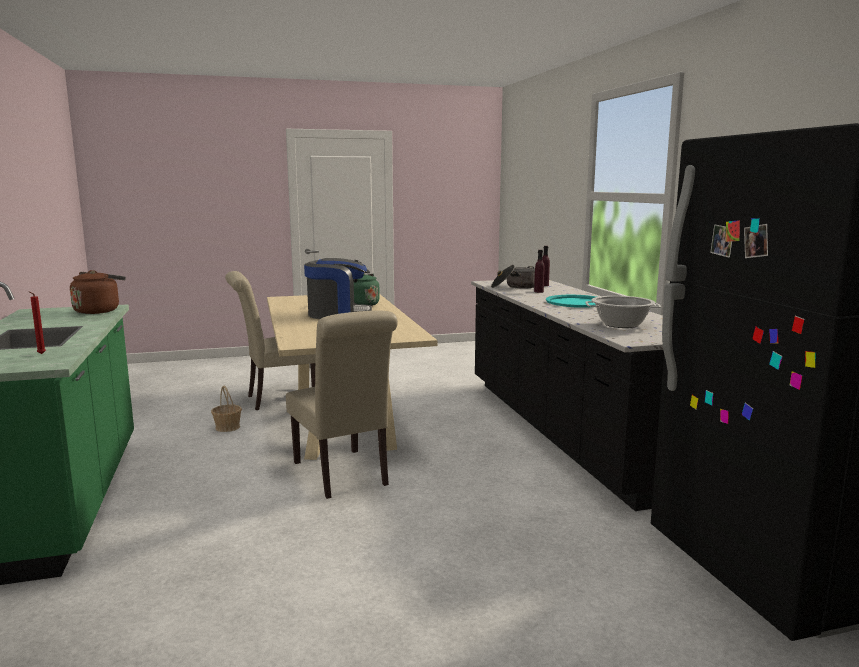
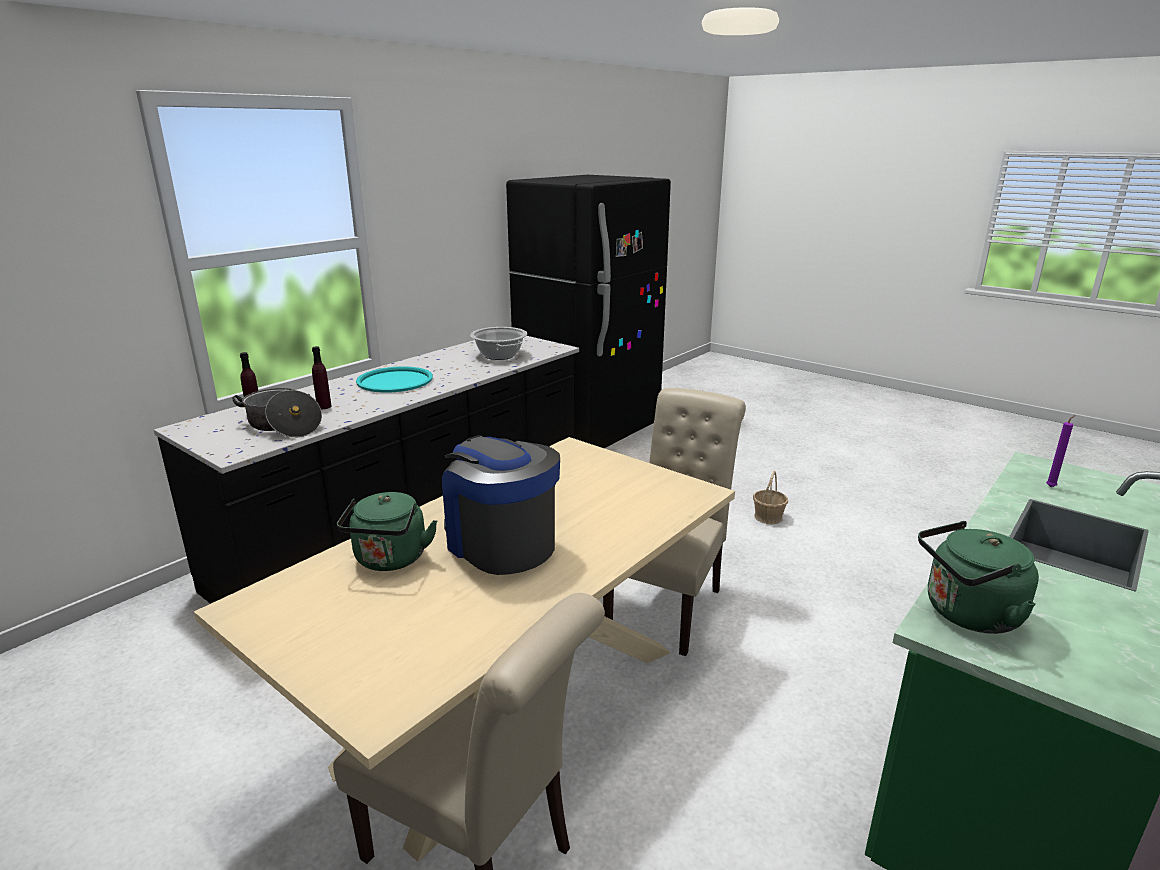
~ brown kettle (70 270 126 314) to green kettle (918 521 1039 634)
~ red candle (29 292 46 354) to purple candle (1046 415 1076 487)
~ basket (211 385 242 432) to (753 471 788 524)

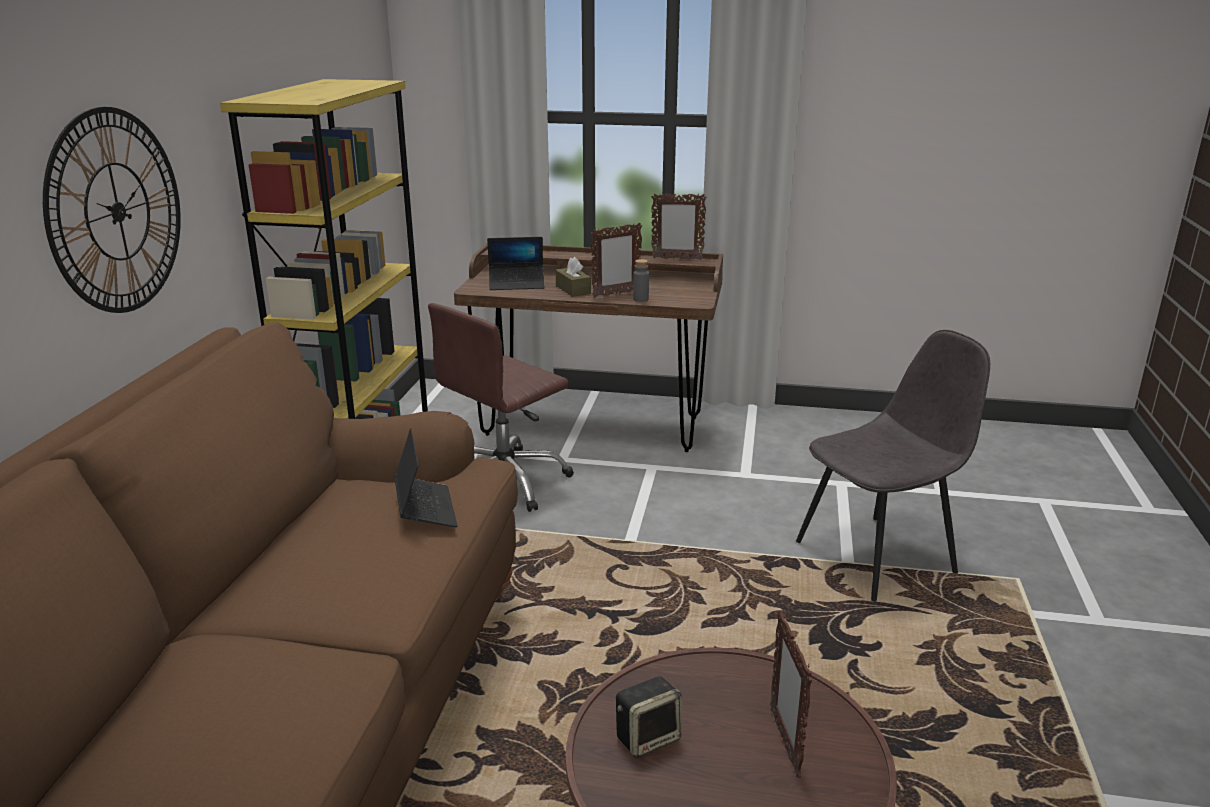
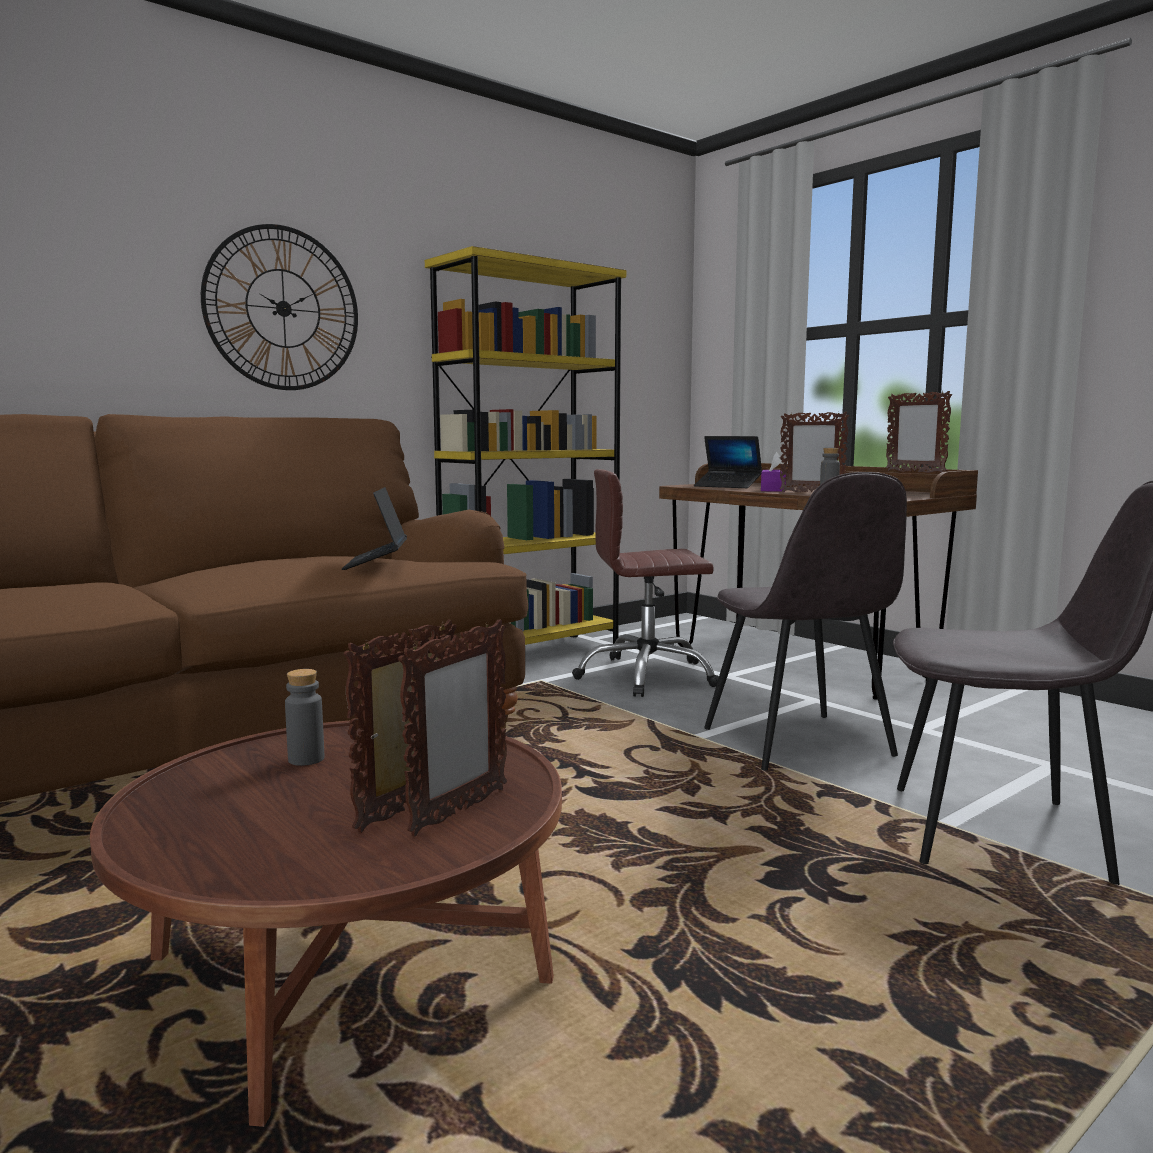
~ brown tissue box (556 257 591 297) to purple tissue box (761 452 786 492)
~ laptop (394 428 458 527) = (342 487 407 570) 150 degrees clockwise
~ speaker (616 676 682 758) to grey bottle (285 669 324 766)
+ grey chair (704 472 907 771)
+ picture frame (398 620 507 836)

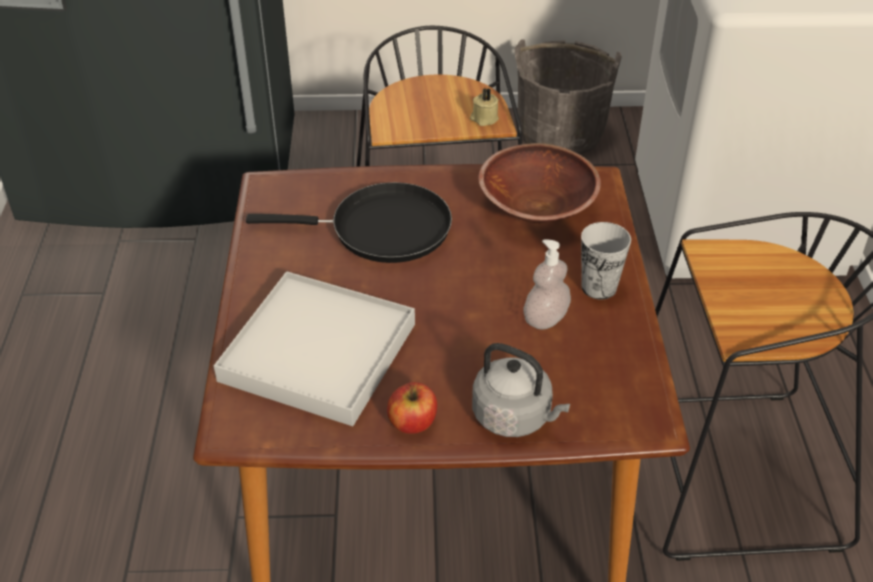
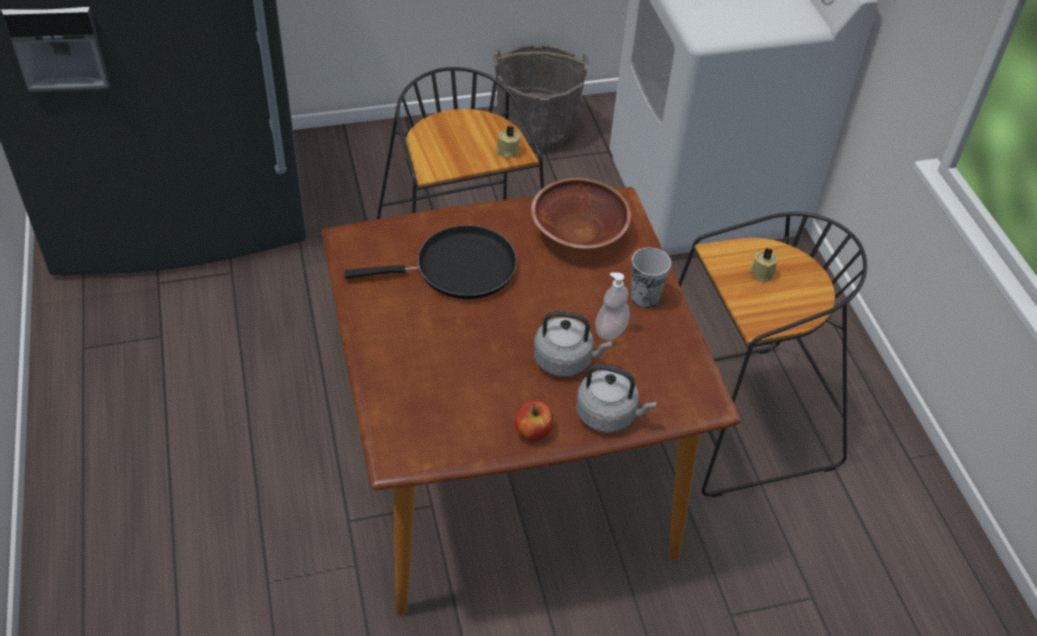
- white tray (214 271 415 426)
+ beige candle (750 248 777 282)
+ grey kettle (534 311 612 377)

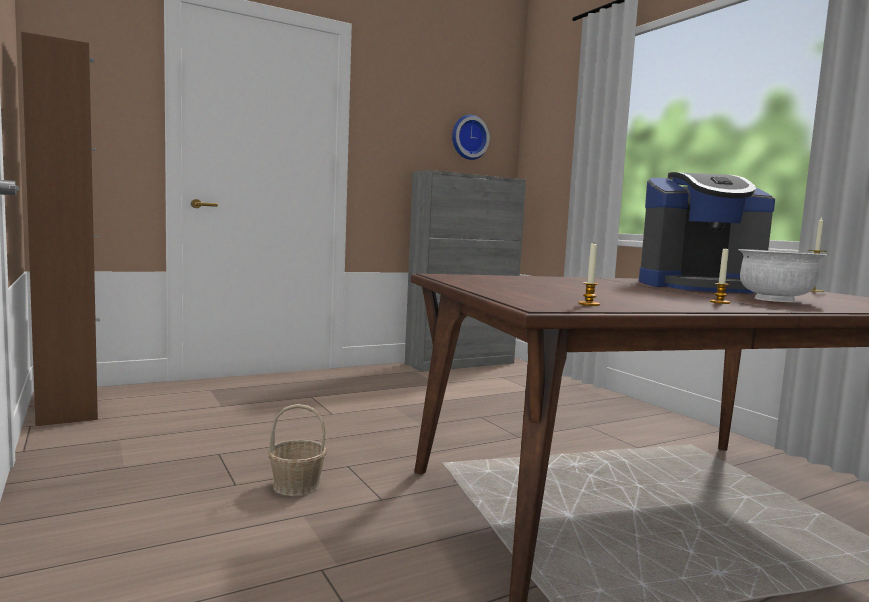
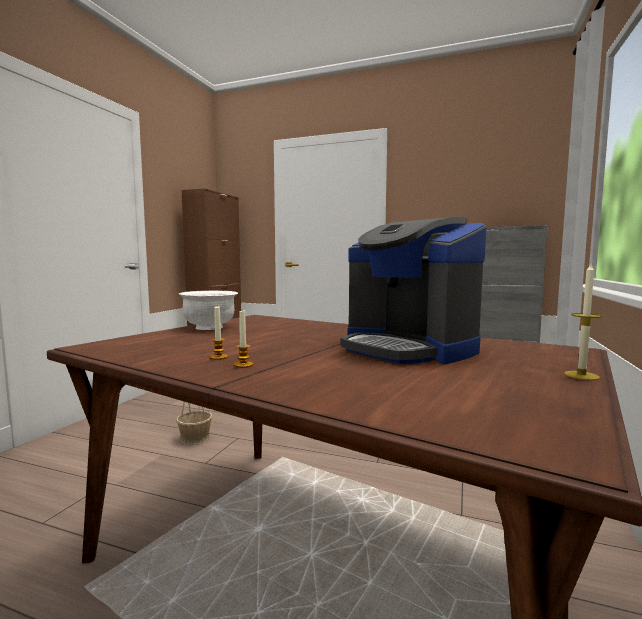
- wall clock (452 115 490 160)
~ candle (578 243 600 306) to (210 306 228 360)
~ white bowl (738 249 826 302) to (179 291 238 330)

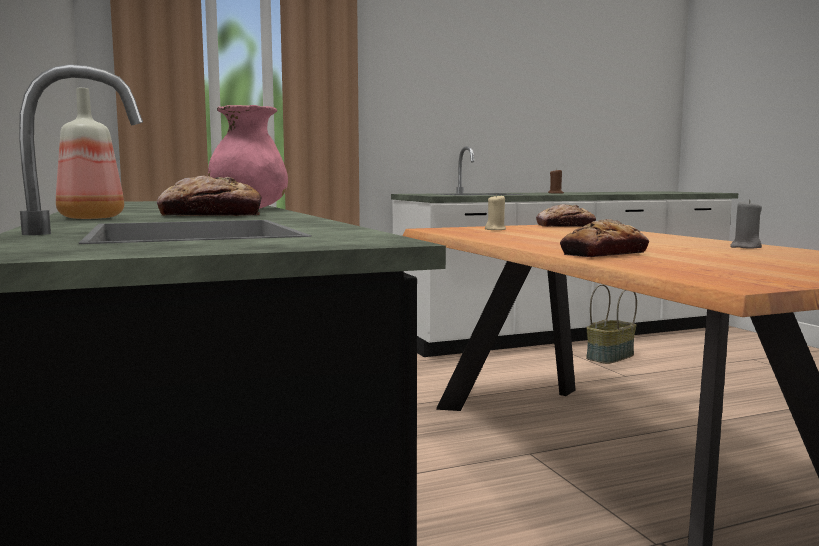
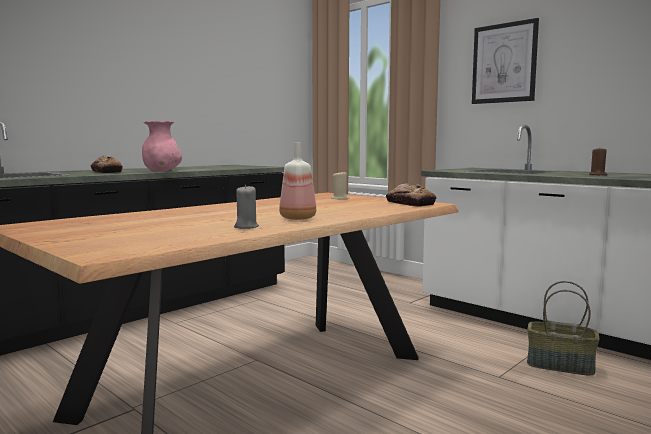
~ bottle (56 88 124 219) to (279 142 316 220)
- bread (560 219 649 257)
+ picture (472 18 539 104)

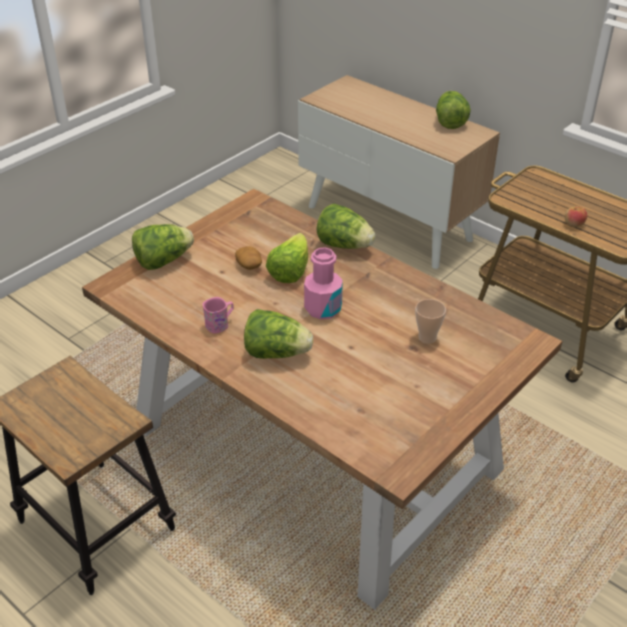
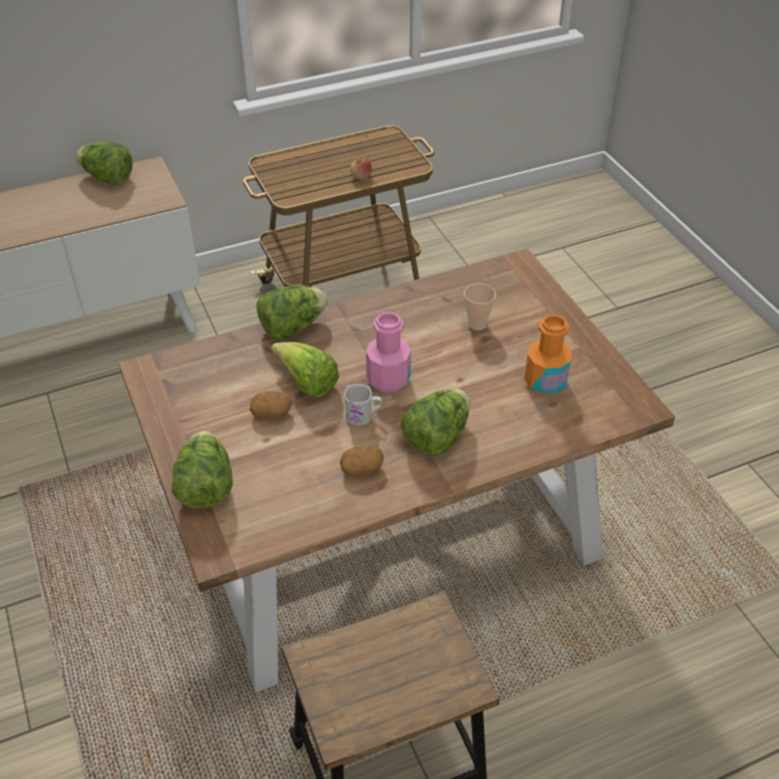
~ pink mug (202 297 234 334) to potato (340 446 384 477)
+ orange bottle (524 315 572 395)
+ white mug (345 384 382 425)

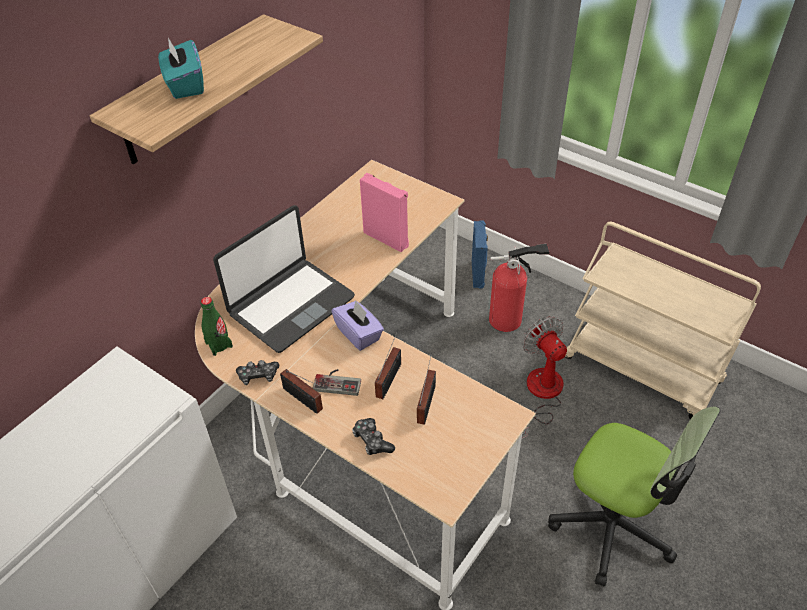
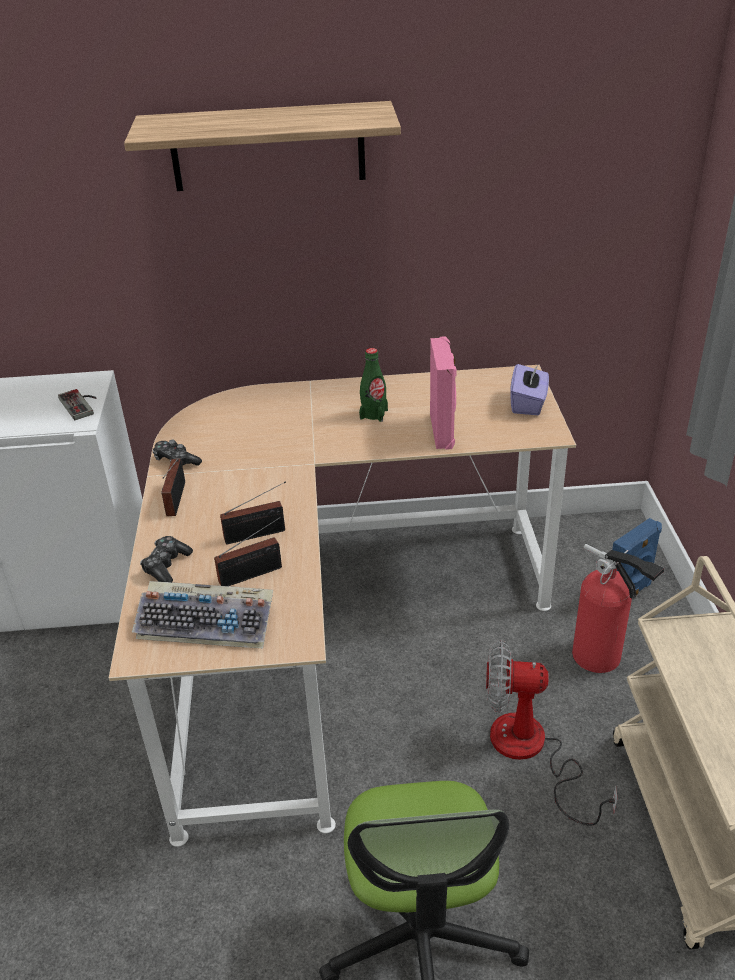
- turquoise tissue box (158 38 204 99)
- laptop (213 205 355 353)
~ green bottle (201 297 233 356) to (359 348 388 422)
~ purple tissue box (331 301 384 351) to (510 362 549 415)
~ fan (522 316 567 438) = (486 640 618 826) 105 degrees counterclockwise
~ game controller (313 369 361 396) to (58 389 97 420)
+ keyboard (132 581 273 648)

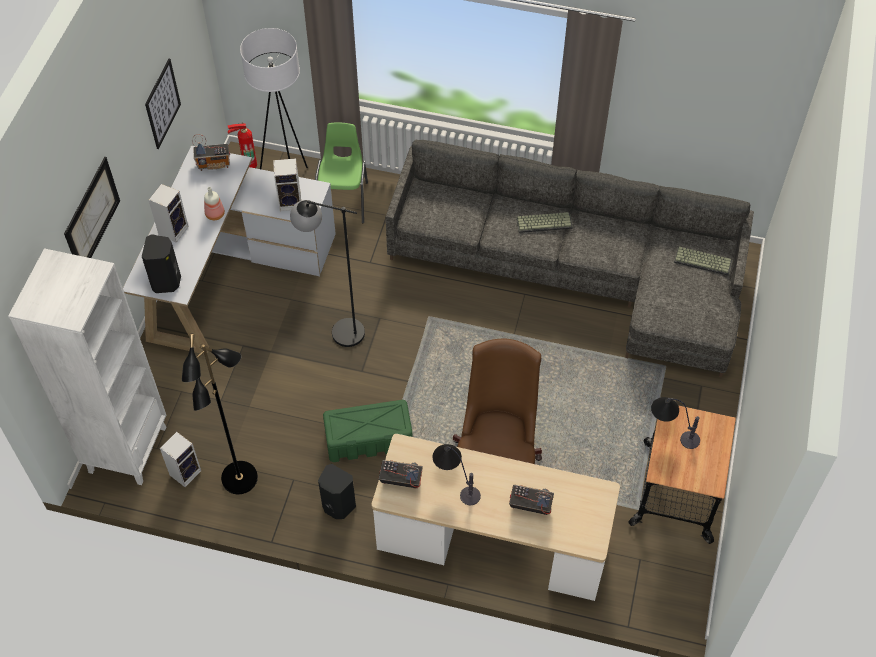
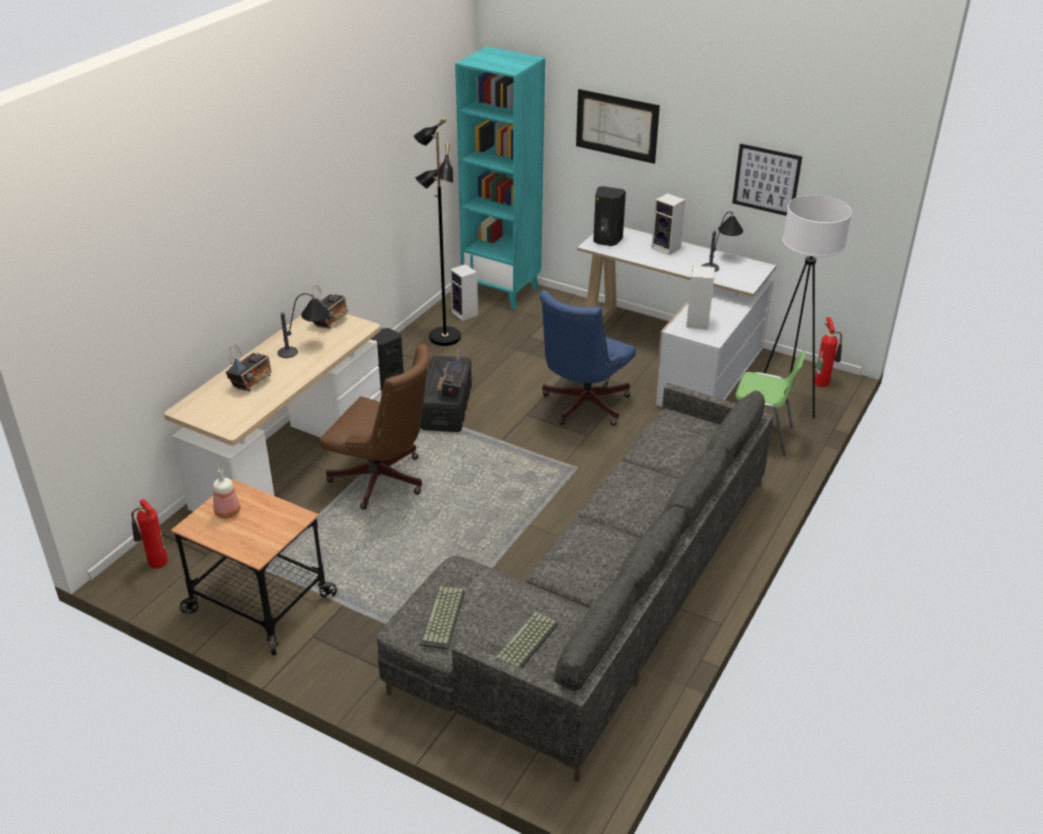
~ radio (192 134 230 171) to (437 348 467 399)
~ bottle (204 187 225 220) to (213 469 240 518)
~ black floor lamp (290 200 365 347) to blue office chair (539 290 636 426)
~ keyboard (516 212 573 233) to (420 586 465 649)
~ white bookcase (8 248 166 485) to turquoise bookcase (455 46 545 310)
~ table lamp (651 397 700 449) to (702 211 743 272)
~ green storage box (323 400 412 462) to black storage box (420 356 472 432)
+ fire extinguisher (132 499 168 568)

